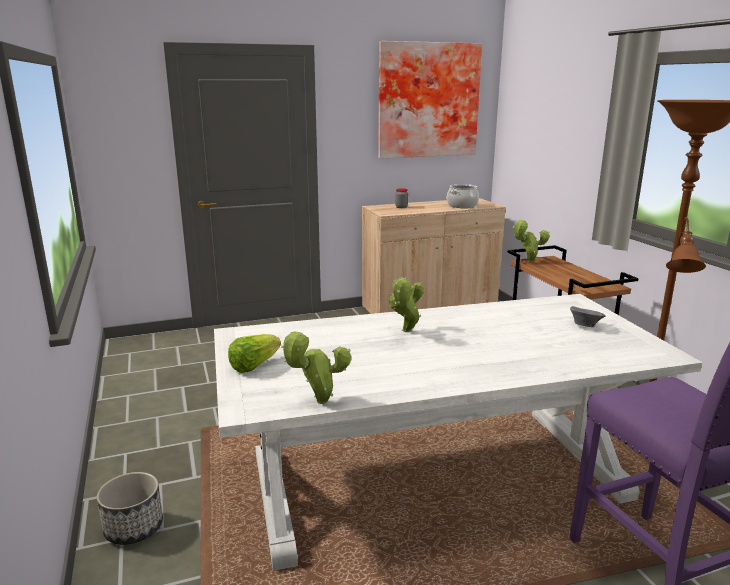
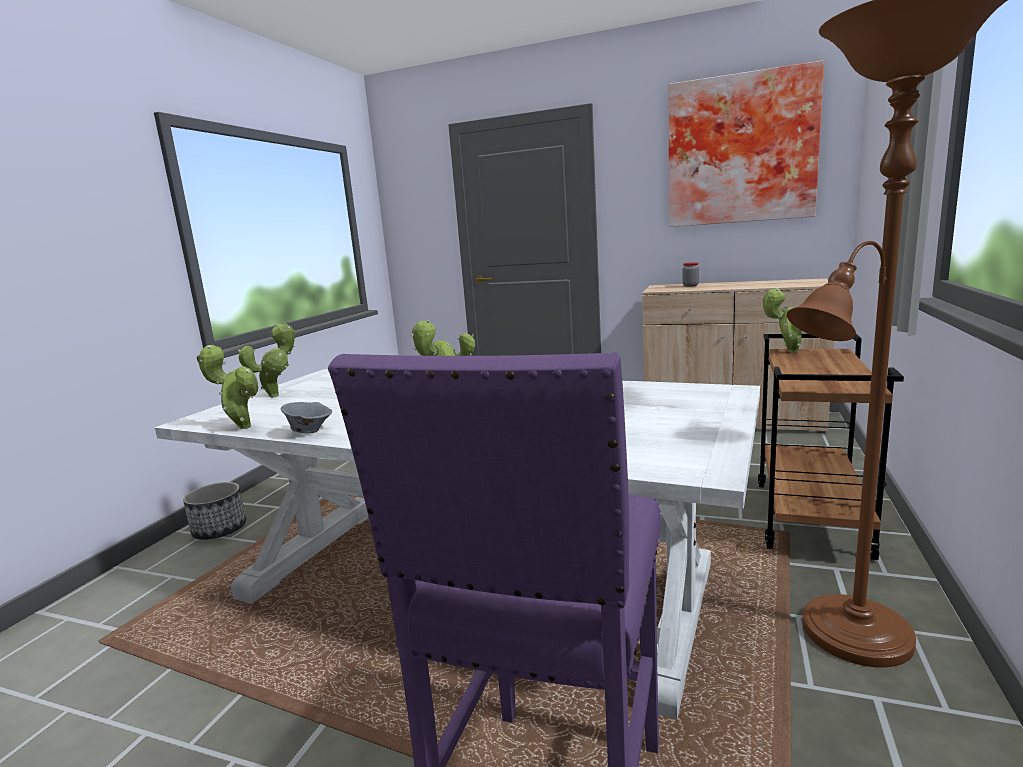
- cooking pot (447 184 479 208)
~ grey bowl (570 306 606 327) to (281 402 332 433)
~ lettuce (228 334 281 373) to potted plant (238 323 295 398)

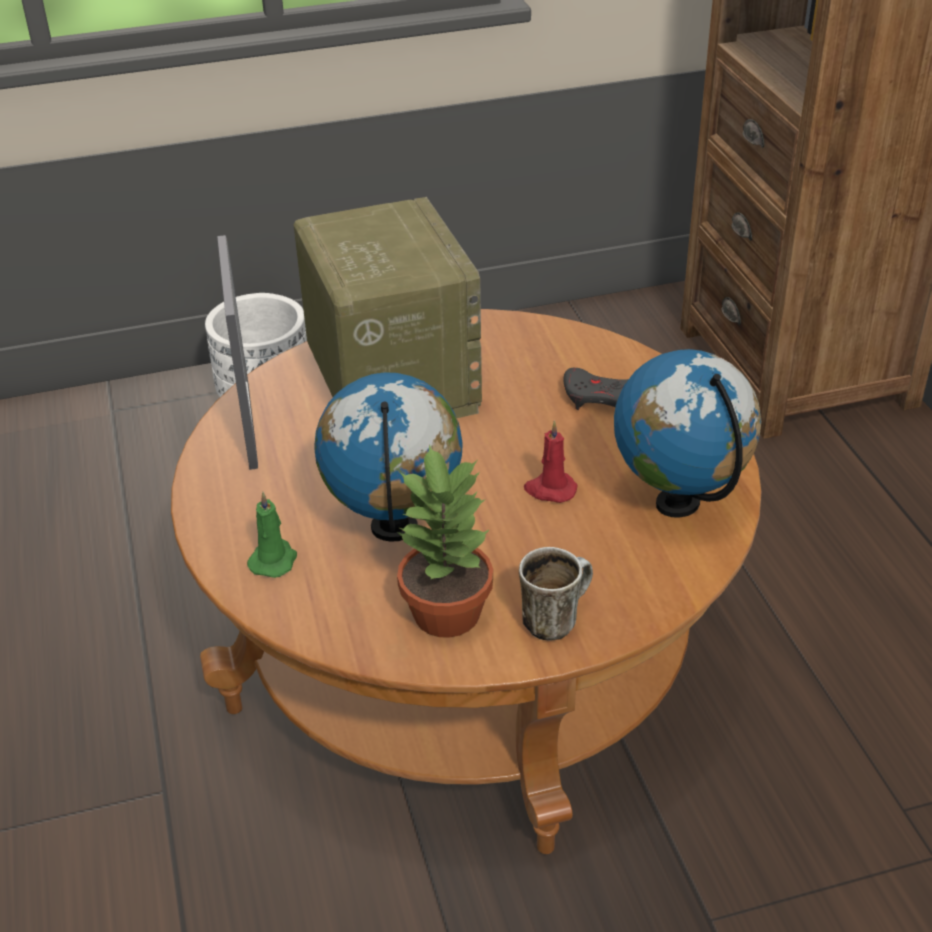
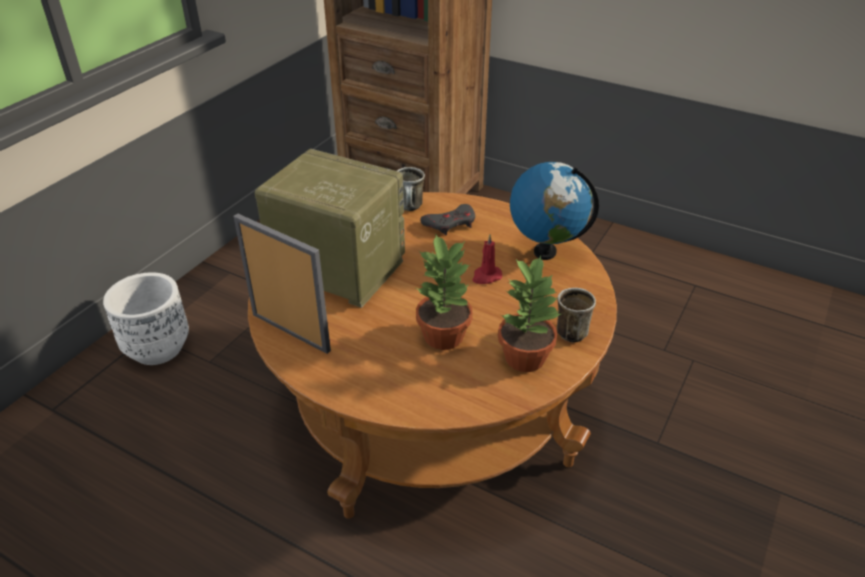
~ globe (315 372 463 542) to potted plant (416 235 473 350)
- green candle (247 492 297 578)
+ mug (397 167 425 211)

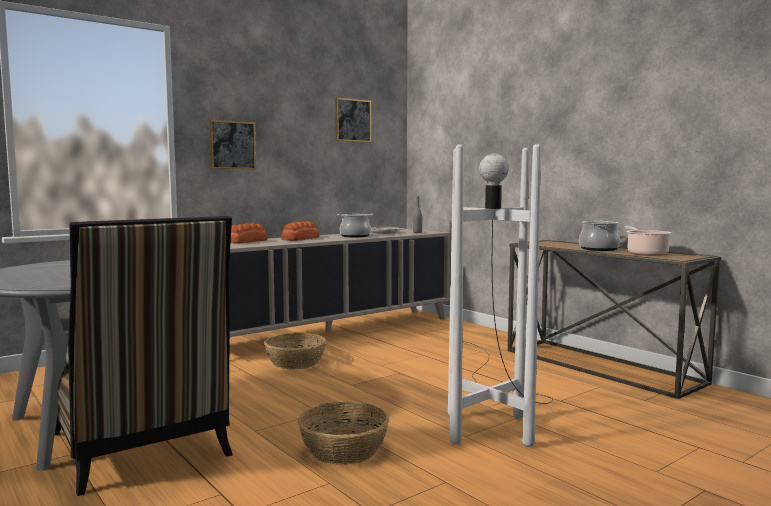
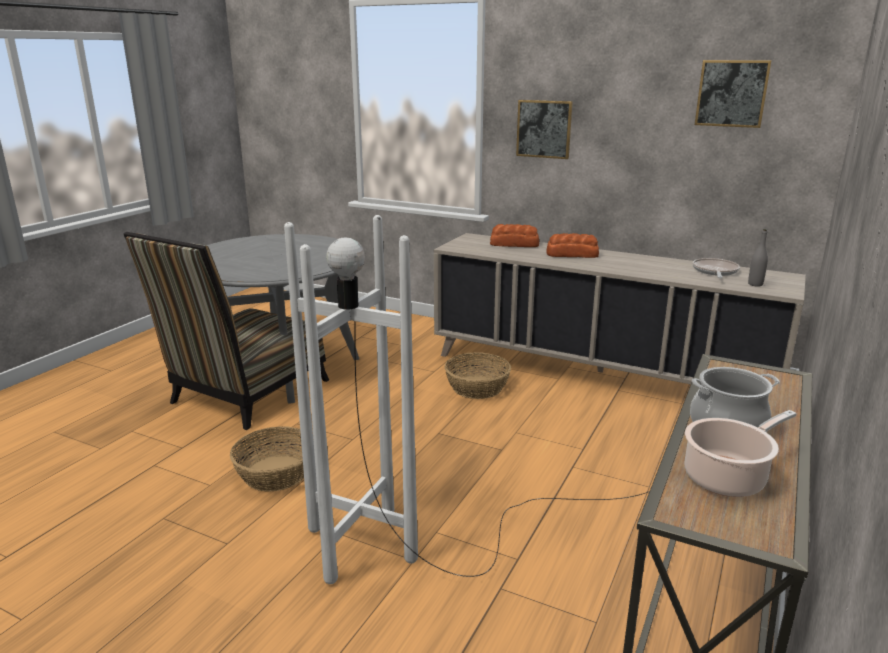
- cooking pot (337 214 373 237)

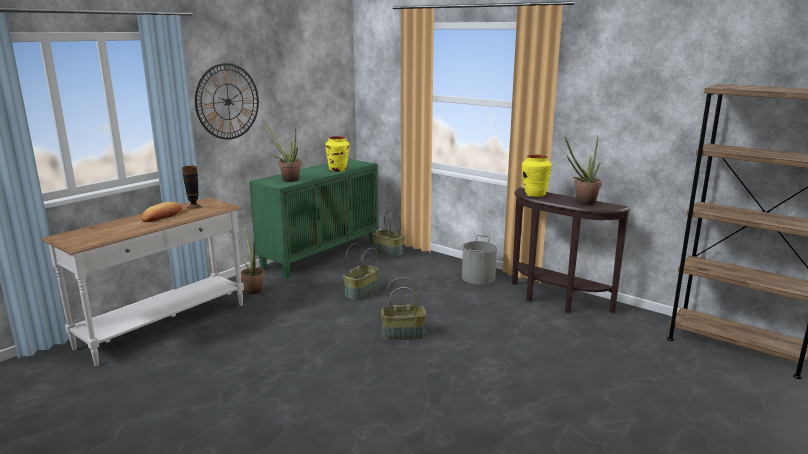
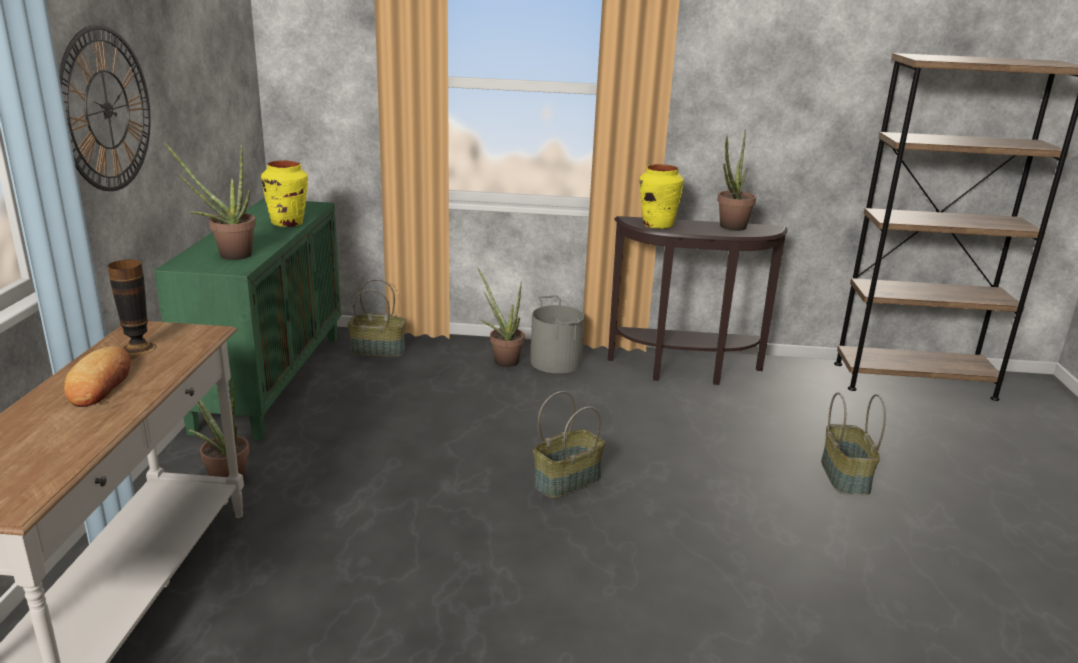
~ basket (343 243 379 300) to (821 392 886 495)
+ potted plant (477 267 525 367)

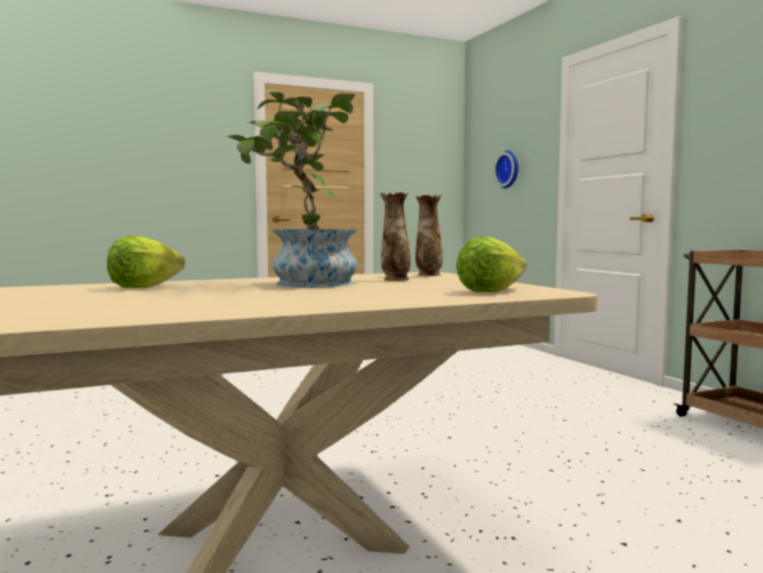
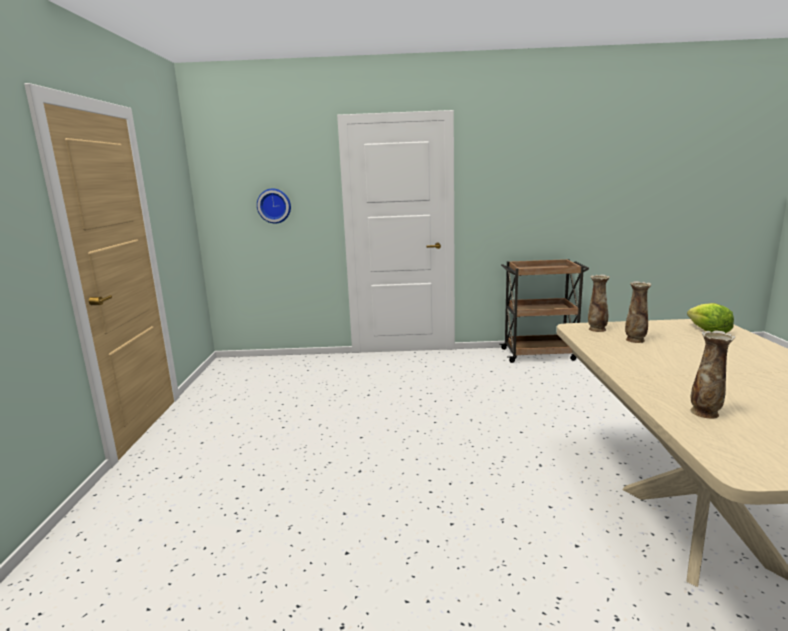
- potted plant (225 90 358 287)
~ lettuce (107 236 185 288) to vase (691 331 736 419)

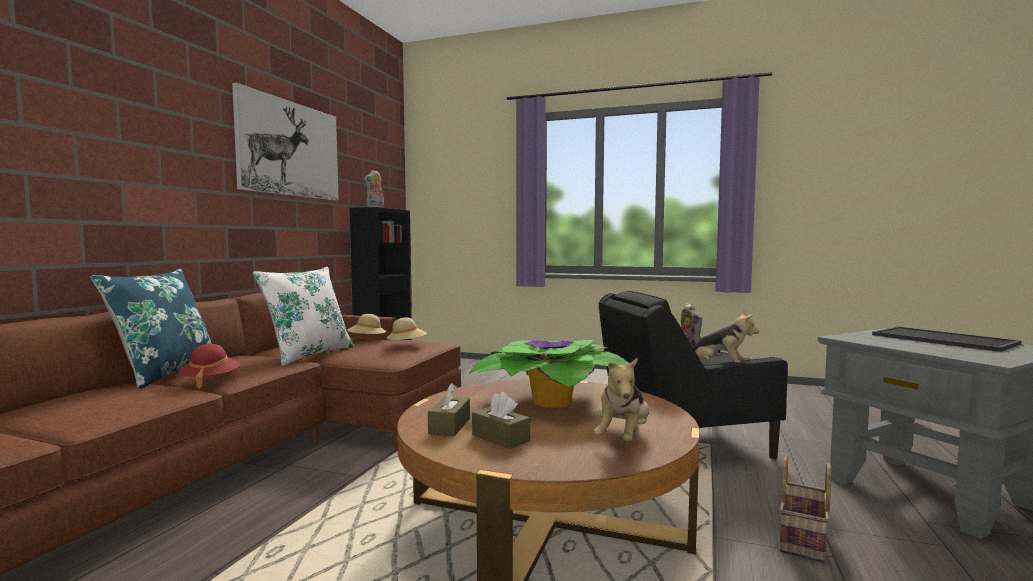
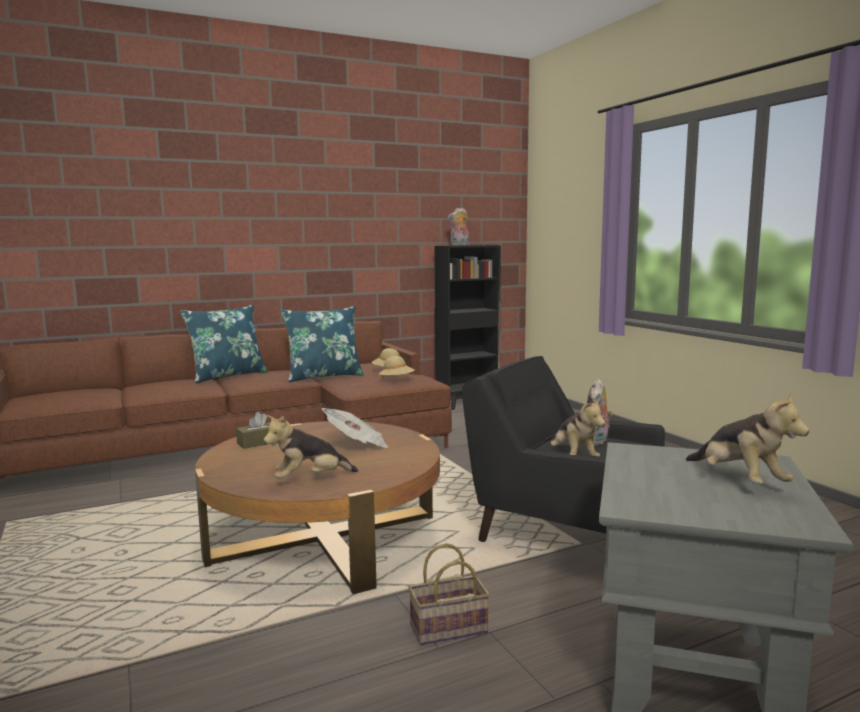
- picture (232 83 339 200)
~ white pillow (253 267 354 366) to blue pillow (281 306 364 382)
~ tray (872 327 1021 352) to plush toy (686 392 809 484)
~ potted plant (469 340 629 408) to newspaper (322 408 388 448)
- red hat (178 344 240 388)
- brown tissue box (472 392 530 449)

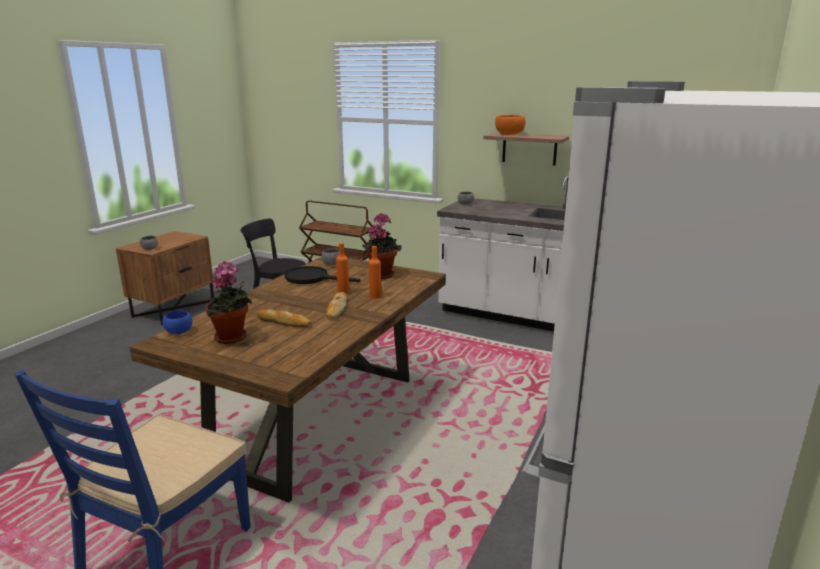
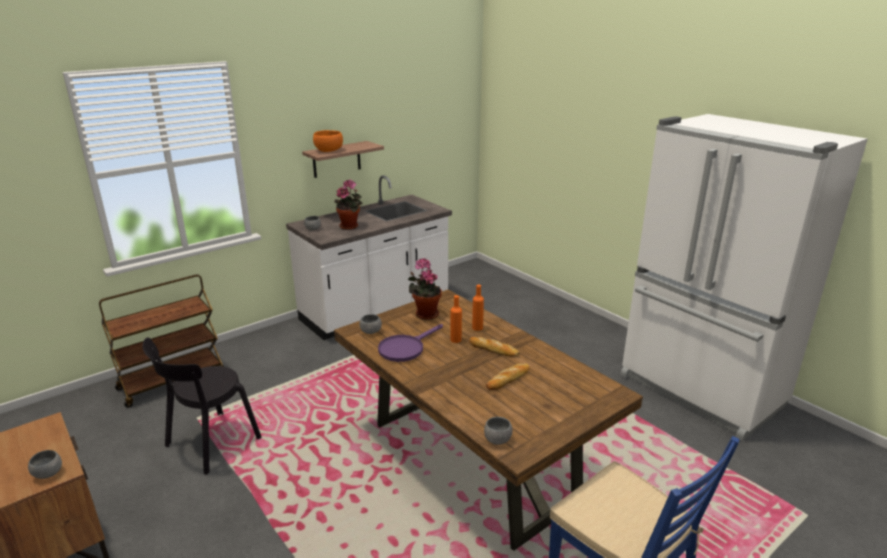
~ potted plant (206 262 252 344) to (334 180 362 230)
~ black frying pan (285 266 360 284) to purple frying pan (378 324 443 362)
~ blue bowl (163 310 192 334) to grey bowl (484 417 512 445)

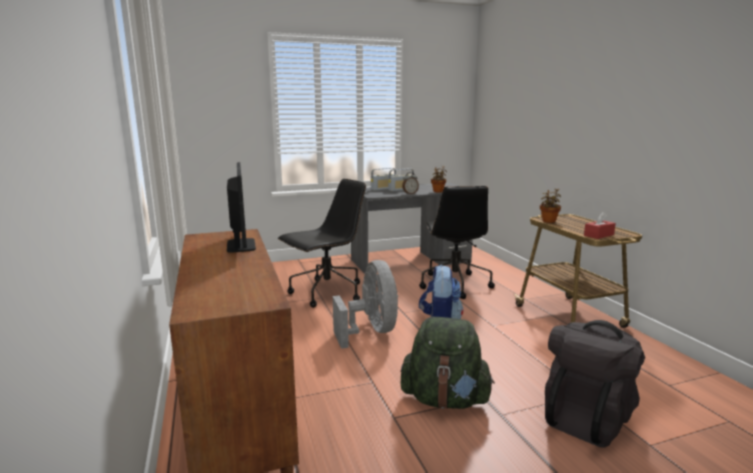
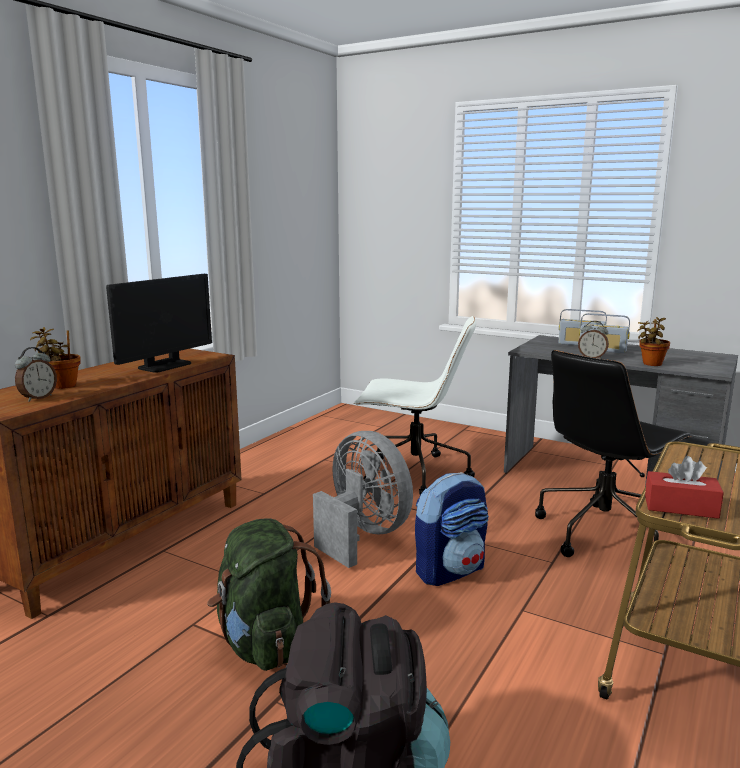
~ black office chair (278 179 366 308) to white office chair (354 316 476 495)
~ potted plant (540 188 561 223) to (30 327 80 389)
~ grey fan (333 260 398 349) = (313 431 413 568) 75 degrees counterclockwise
+ alarm clock (15 347 57 402)

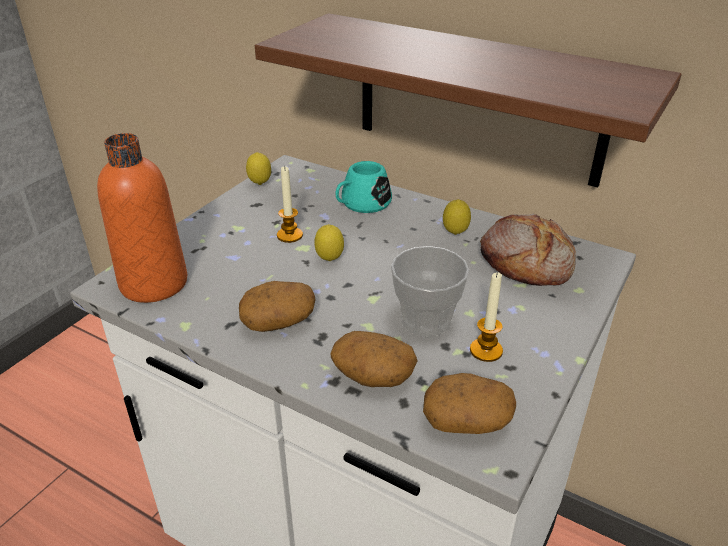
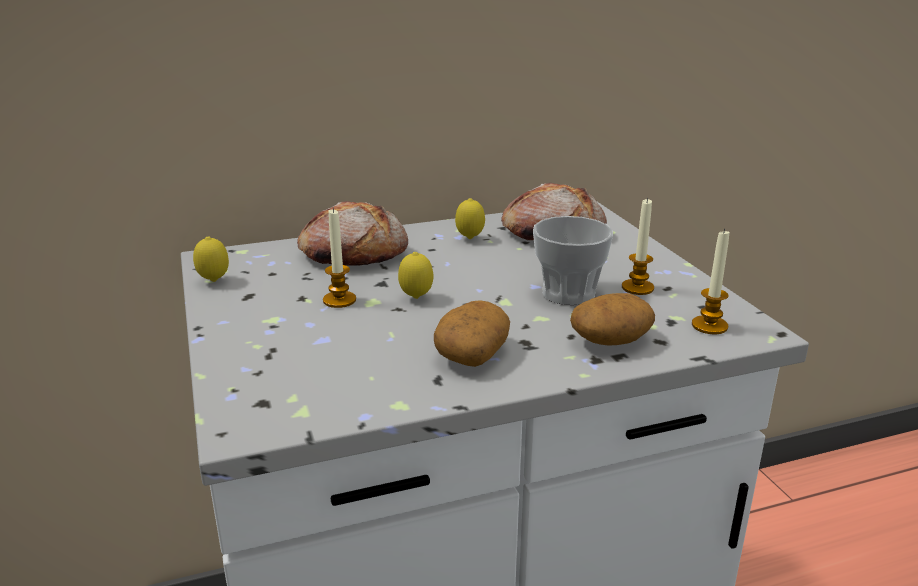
- shelf (255 13 682 188)
- orange bottle (97 133 187 303)
~ turquoise mug (336 161 392 213) to bread (297 201 408 266)
~ potato (423 373 516 434) to candle (692 229 730 334)

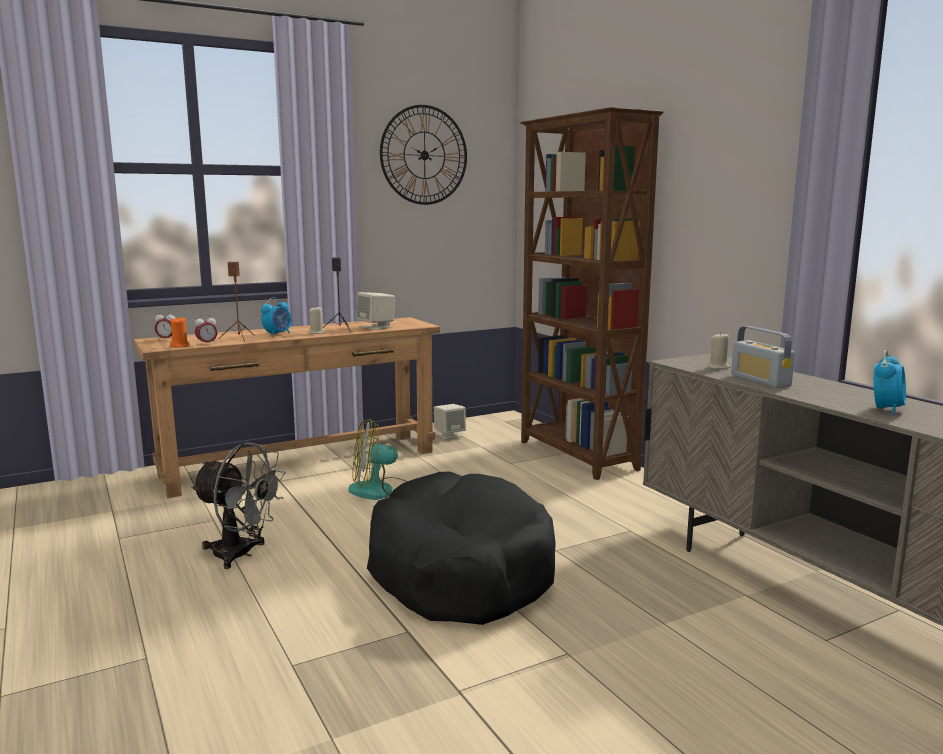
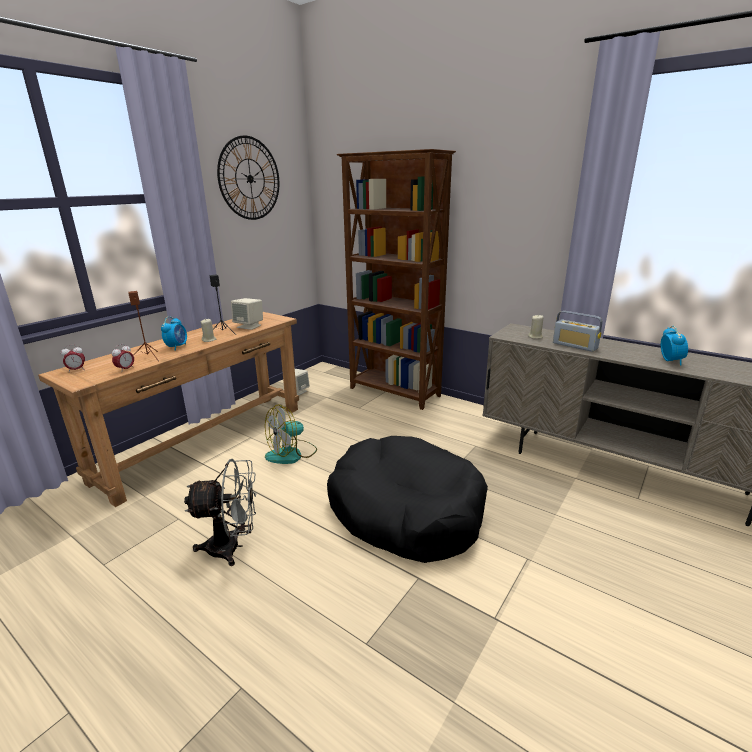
- orange candle (170 317 190 348)

